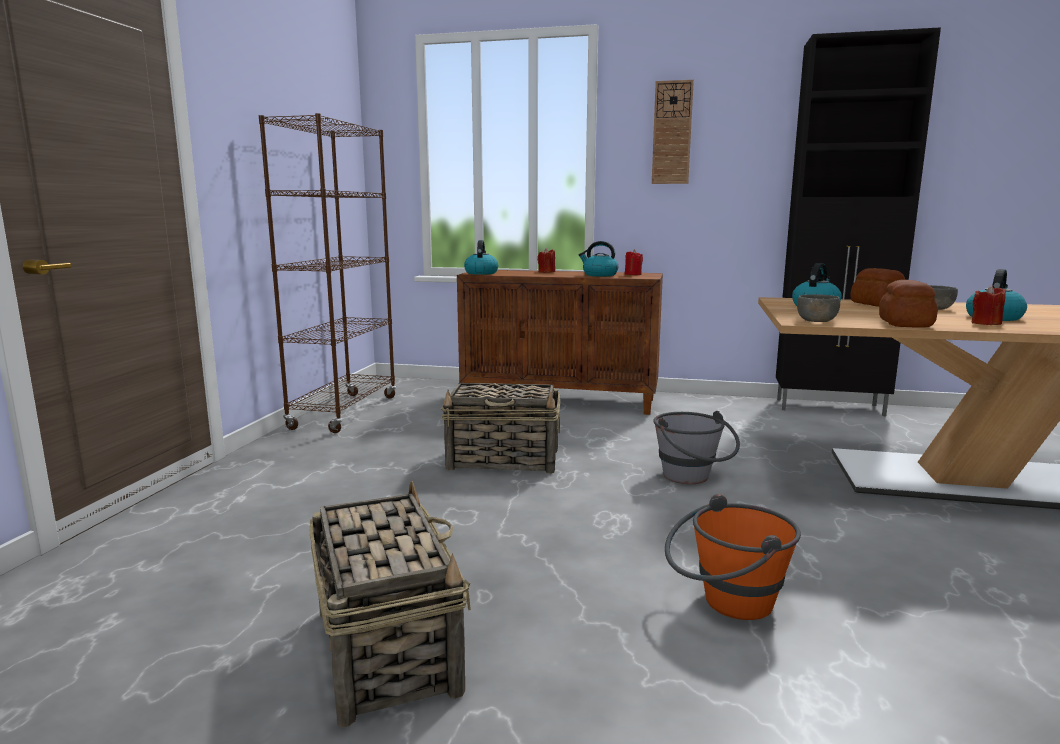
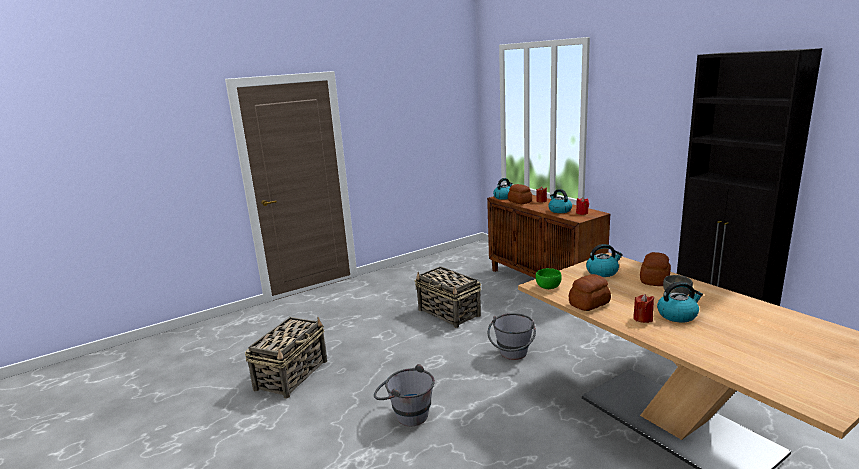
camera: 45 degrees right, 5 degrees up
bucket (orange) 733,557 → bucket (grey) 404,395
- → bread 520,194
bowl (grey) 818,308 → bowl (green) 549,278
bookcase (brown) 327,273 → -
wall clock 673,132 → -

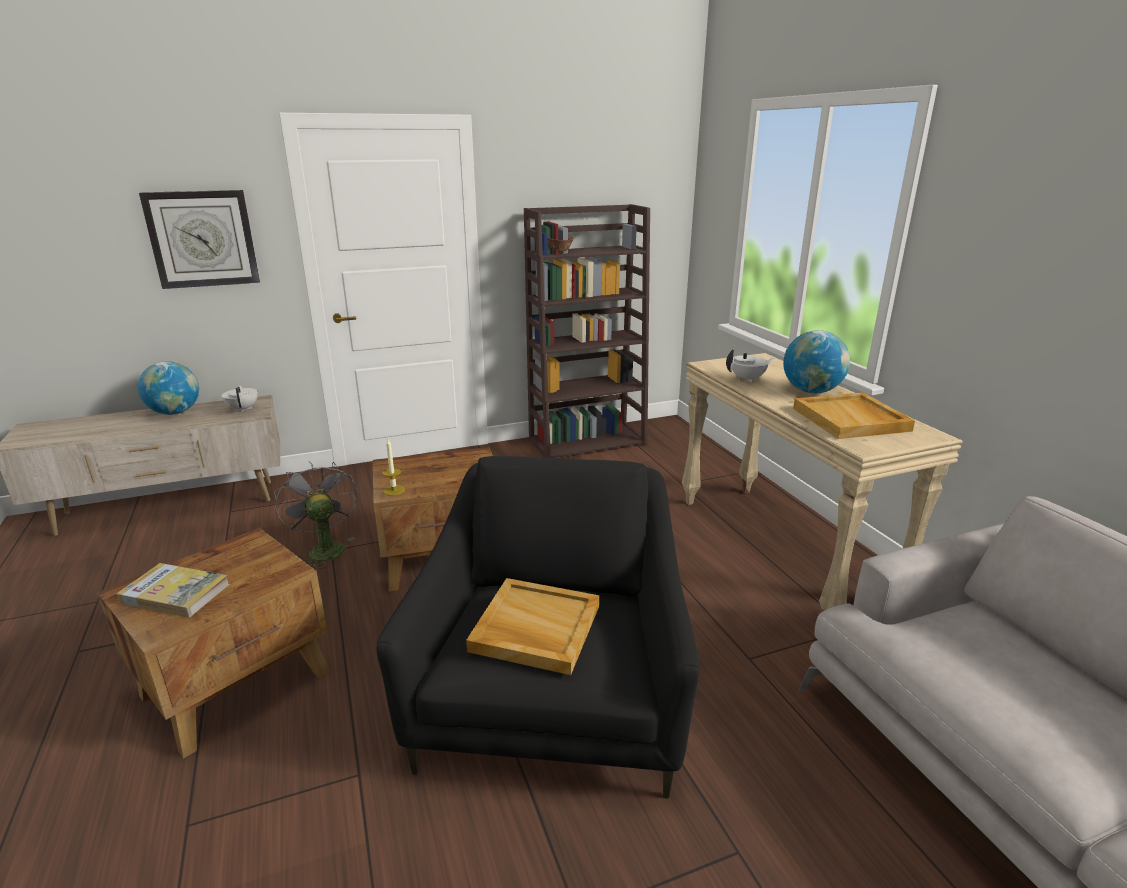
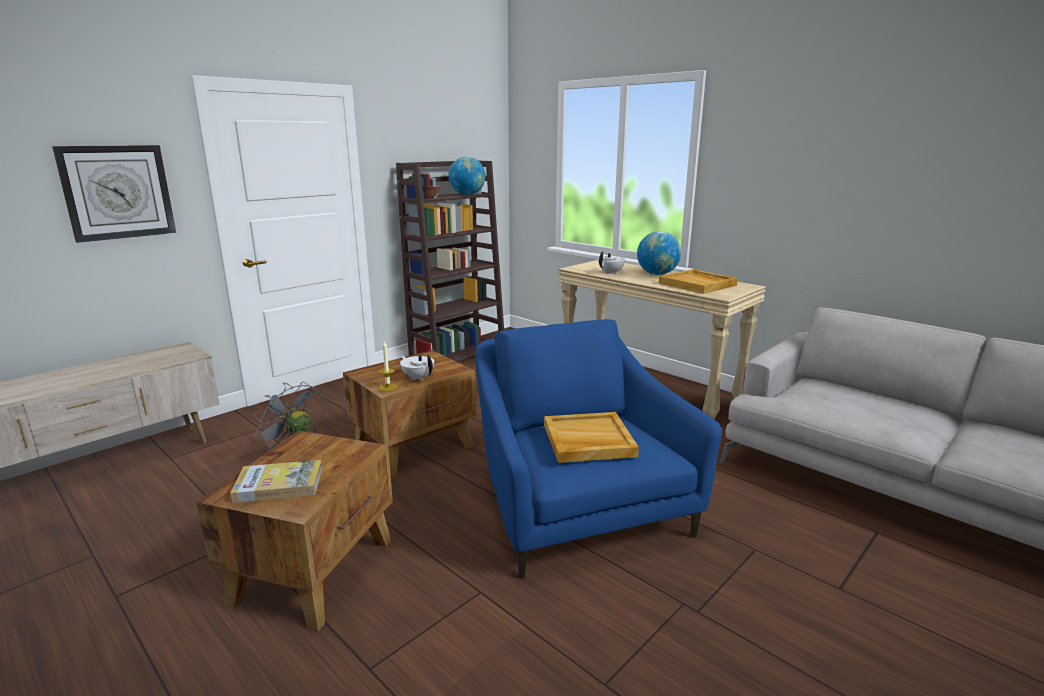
camera: 25 degrees left, 5 degrees down
teapot (white) 240,398 → teapot (white) 417,367, moved
globe 168,388 → globe 467,176, moved
armchair (black) 538,627 → armchair (blue) 598,449

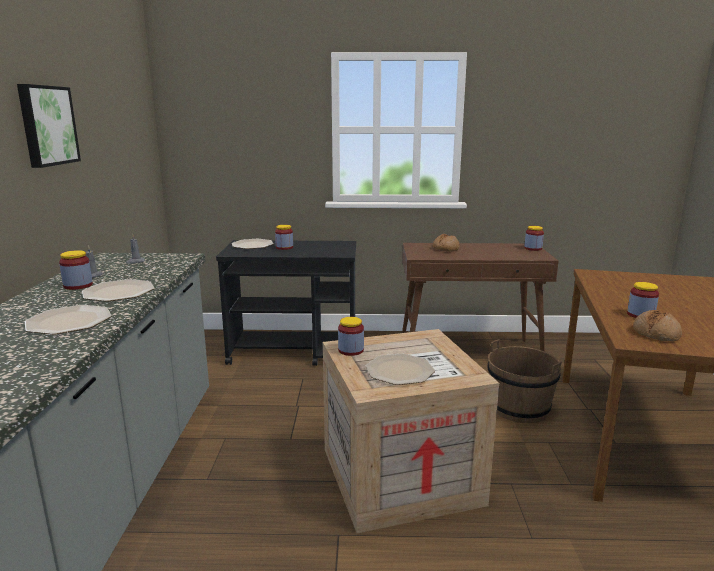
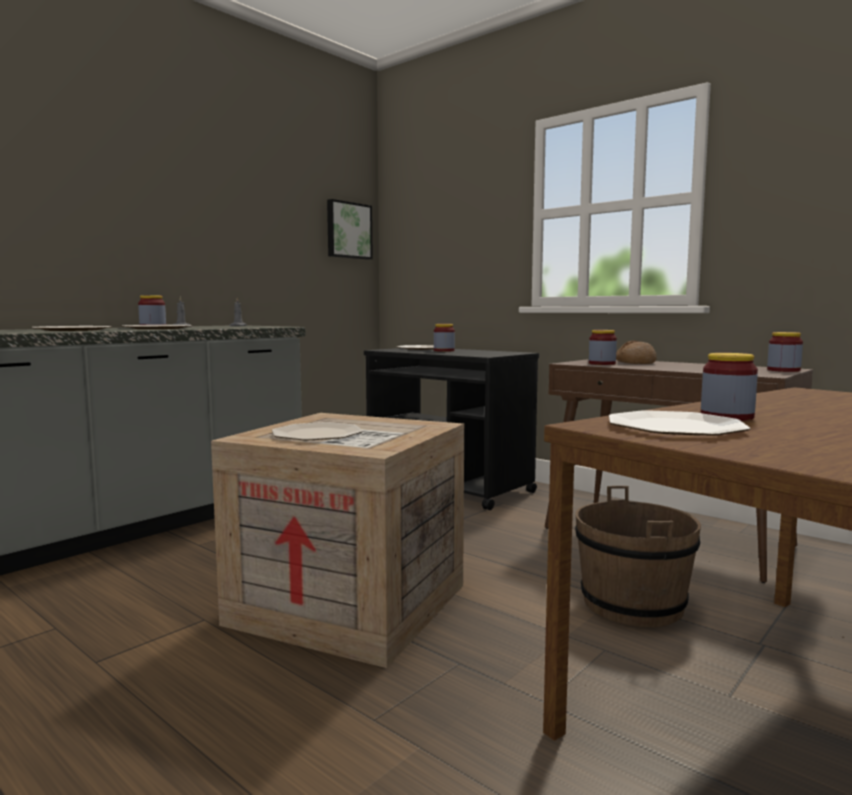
camera: 40 degrees right, 10 degrees down
picture 49,126 → picture 350,229, moved
jar 351,336 → jar 603,347, moved
bread 657,325 → plate 679,423

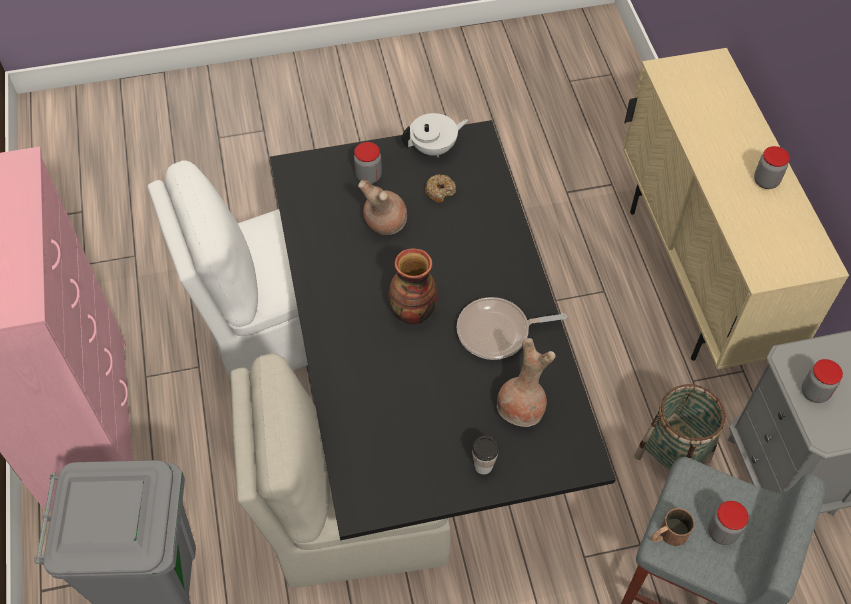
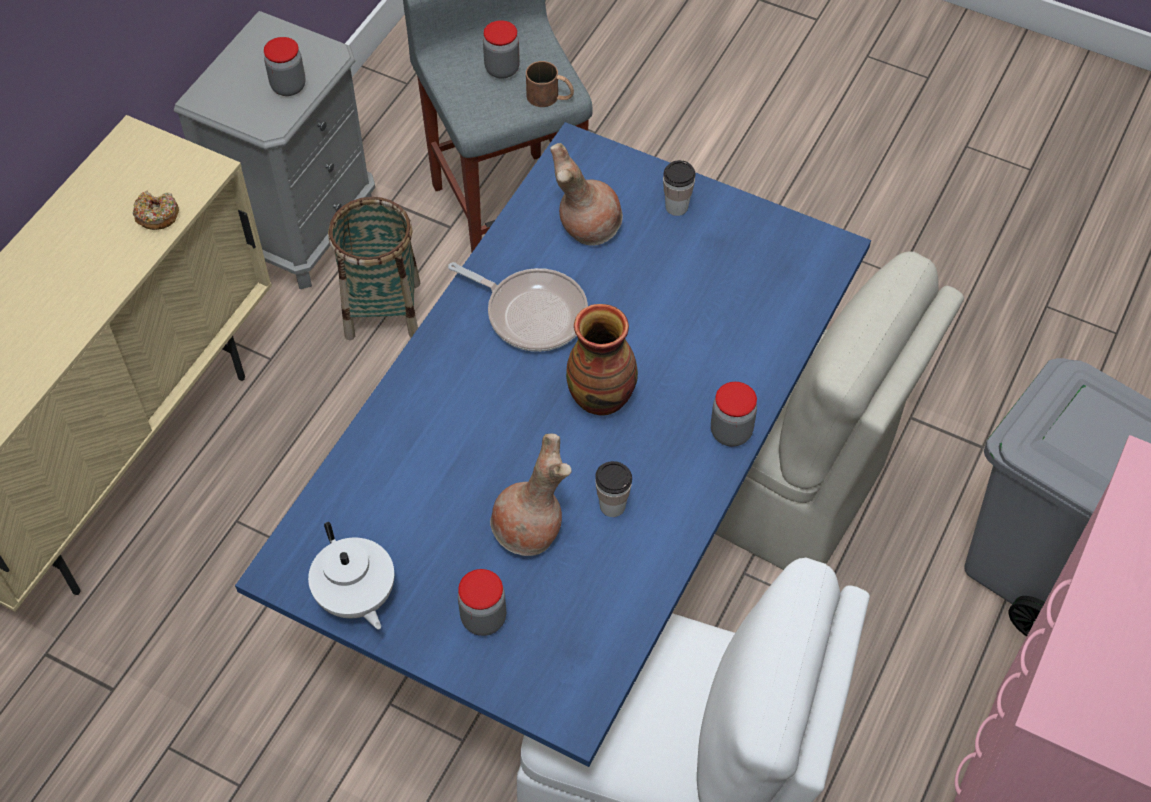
camera: 140 degrees left, 0 degrees up
donut 440,188 → donut 155,210, moved
dining table (black) 443,330 → dining table (blue) 553,444
teapot (white) 435,135 → teapot (white) 351,575, 135 degrees counterclockwise
- → cup 613,489
jar 772,167 → jar 734,414, moved

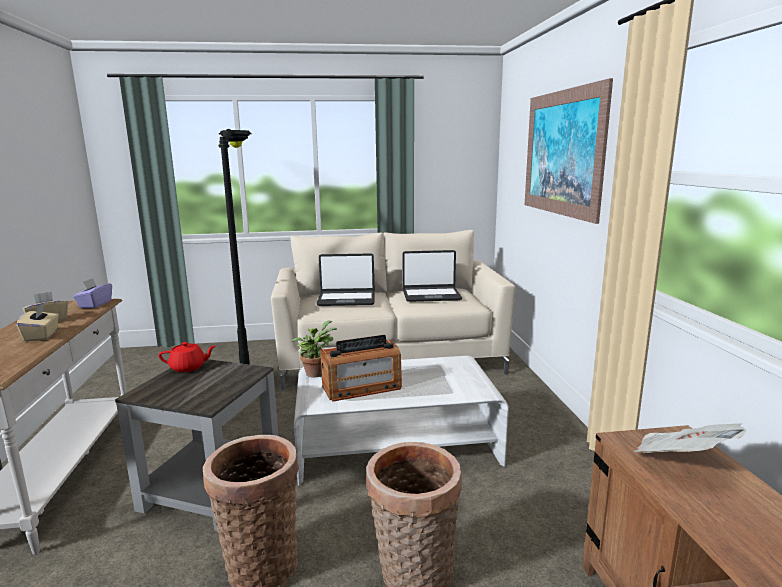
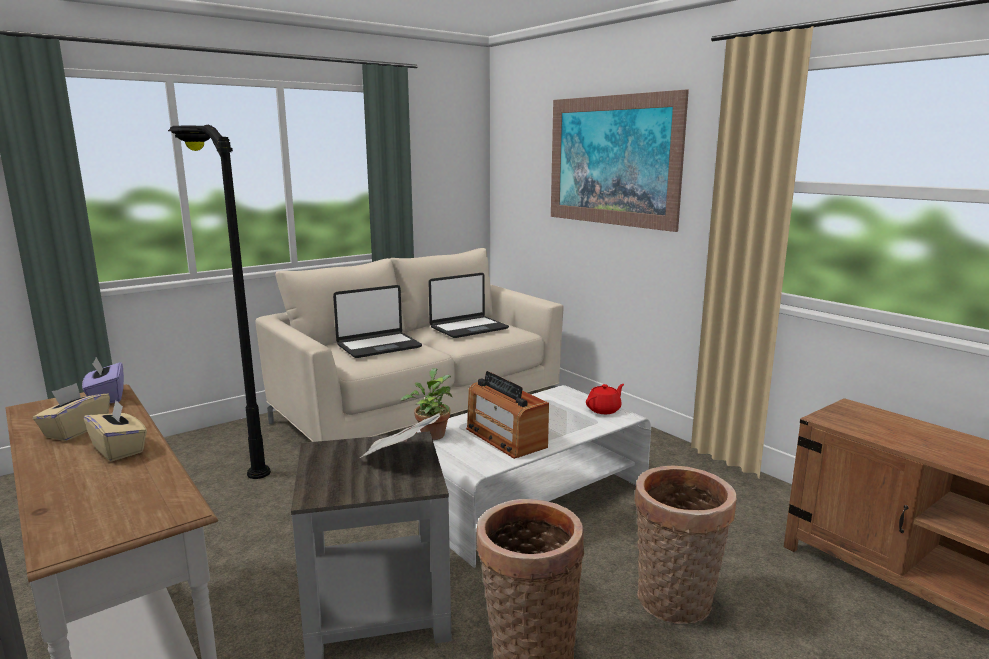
camera: 30 degrees left, 0 degrees up
newspaper 690,438 → newspaper 400,435, moved
radio 361,368 → radio 507,415, 105 degrees clockwise
teapot (red) 187,357 → teapot (red) 605,399, moved

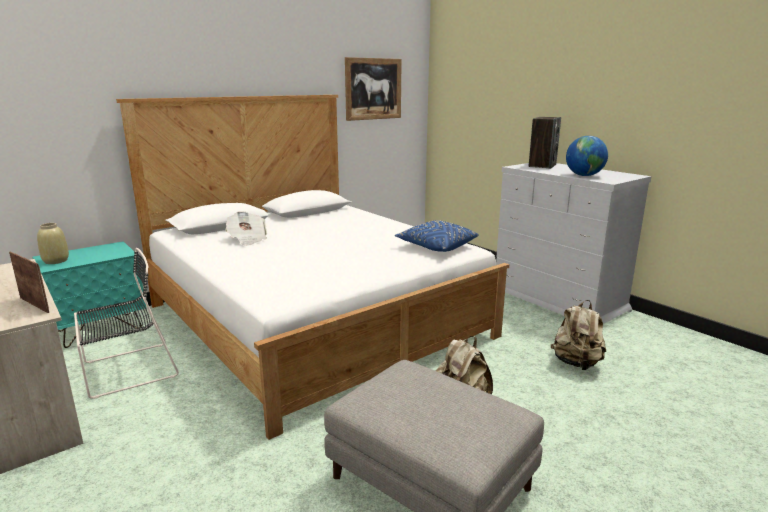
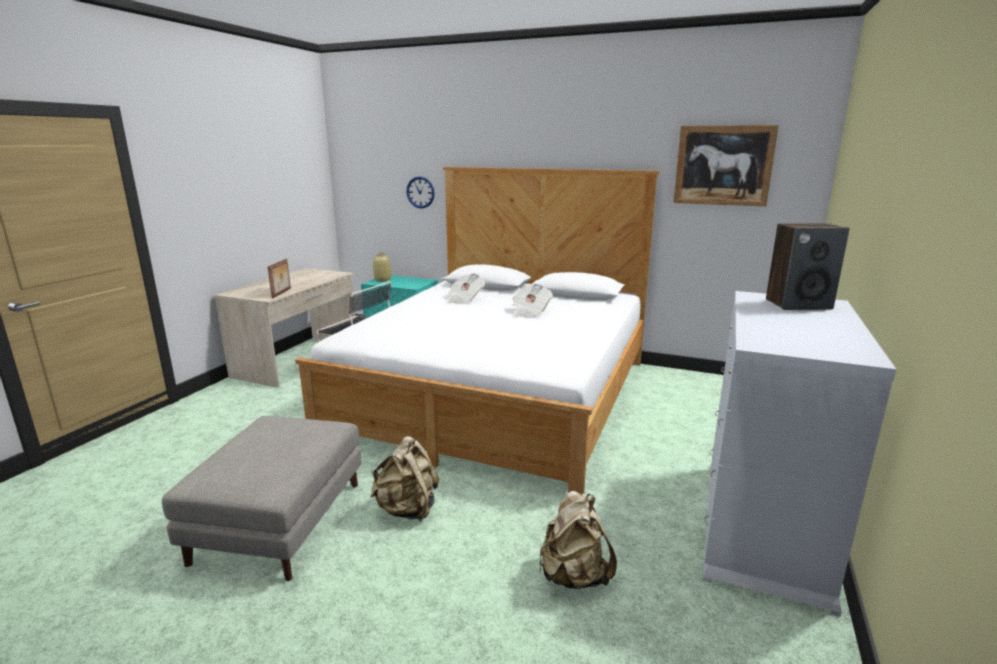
camera: 60 degrees right, 0 degrees up
- → wall clock 420,192
- → newspaper 532,300
pillow (blue) 437,236 → -
globe 587,156 → -

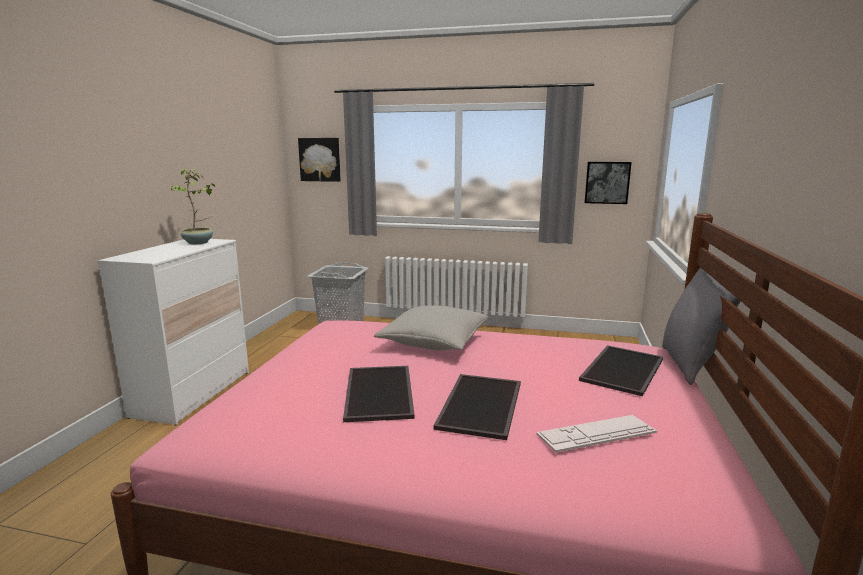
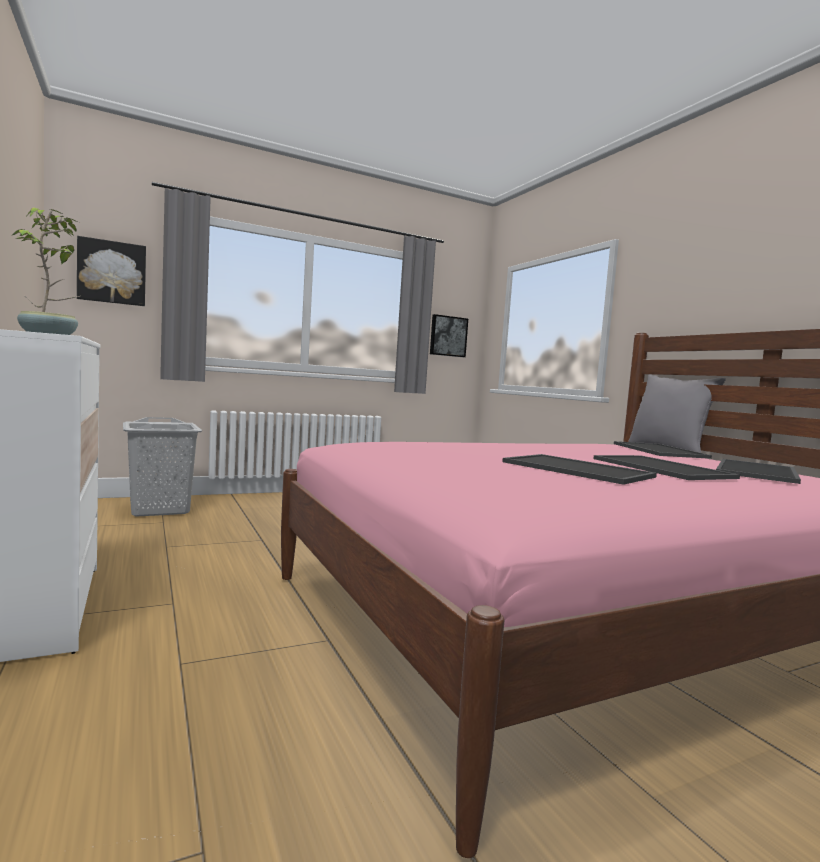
camera: 40 degrees left, 10 degrees down
keyboard 596,434 → tray 758,471
pillow (grey) 432,327 → -

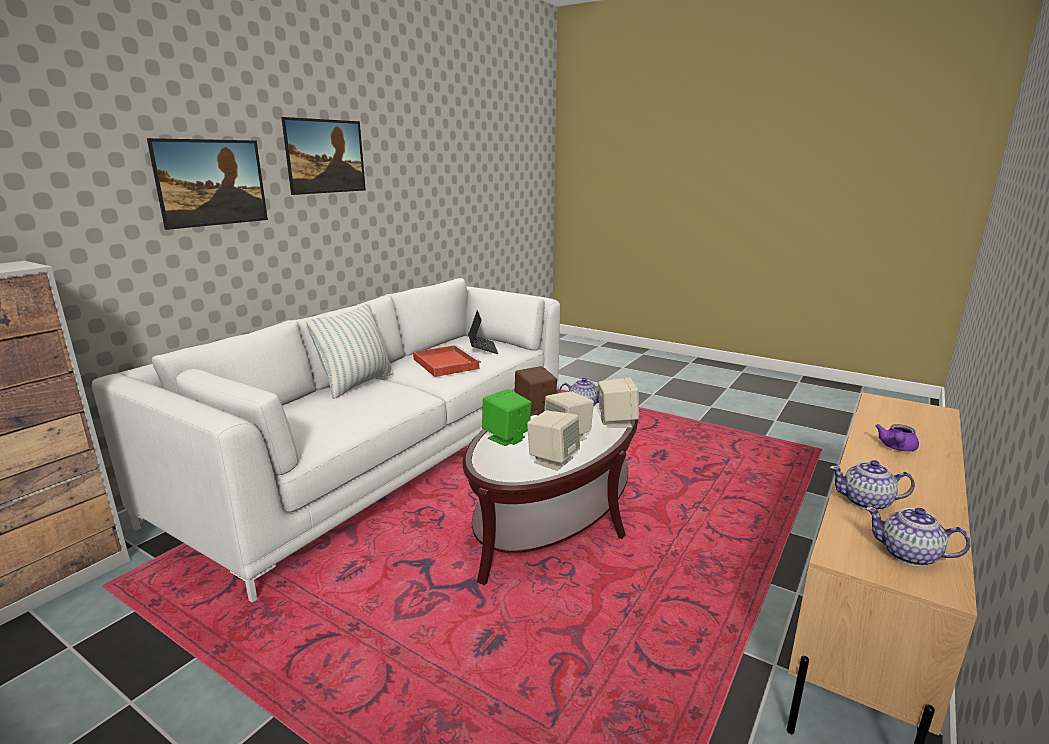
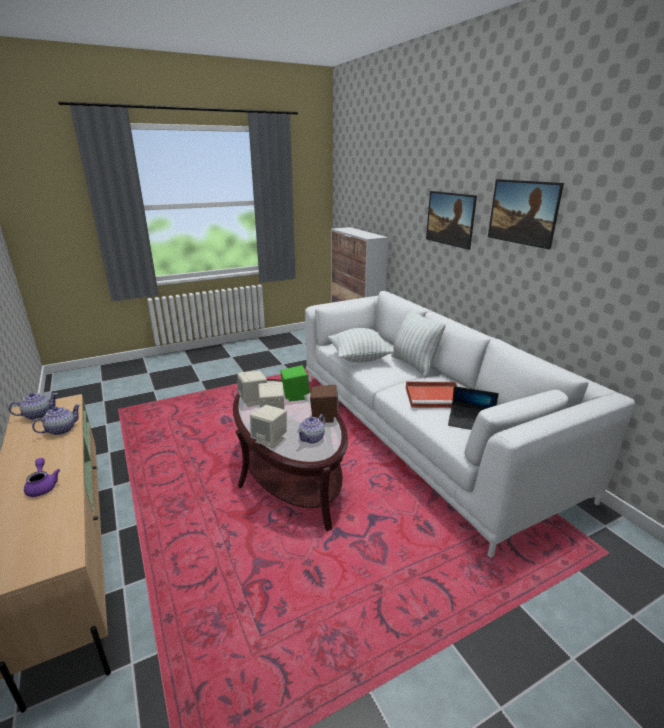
camera: 120 degrees right, 5 degrees up
- → pillow 361,345

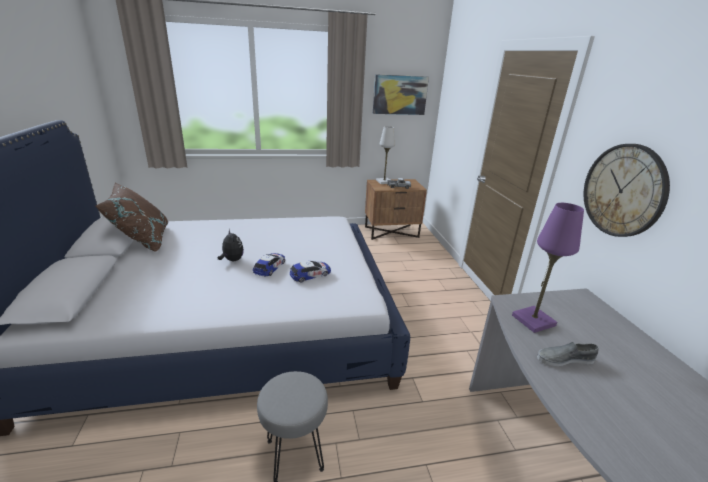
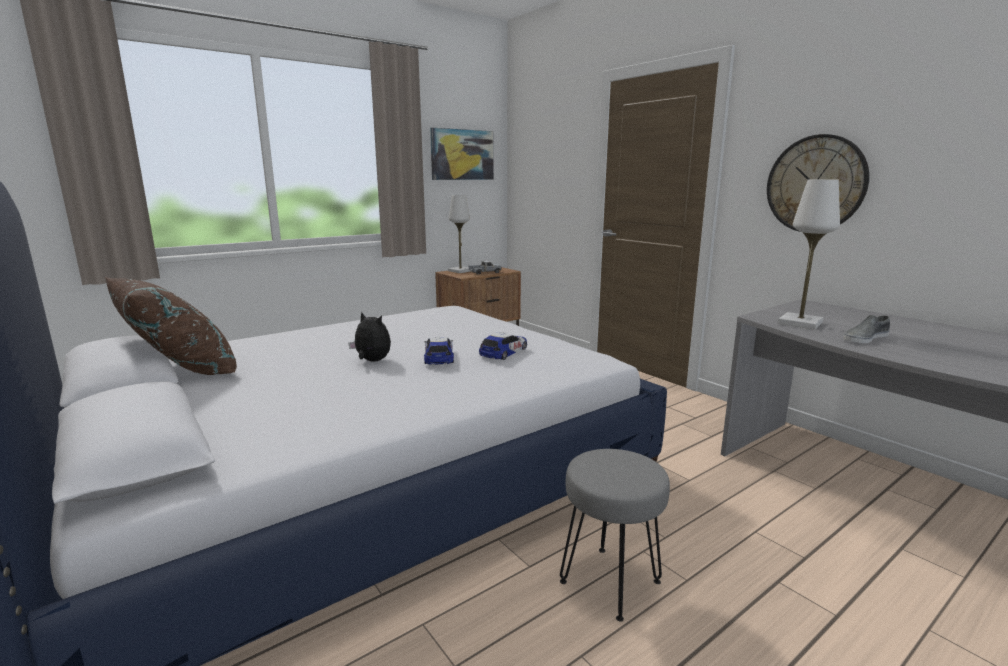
camera: 25 degrees left, 10 degrees down
table lamp (purple) 548,268 → table lamp (white) 809,255

